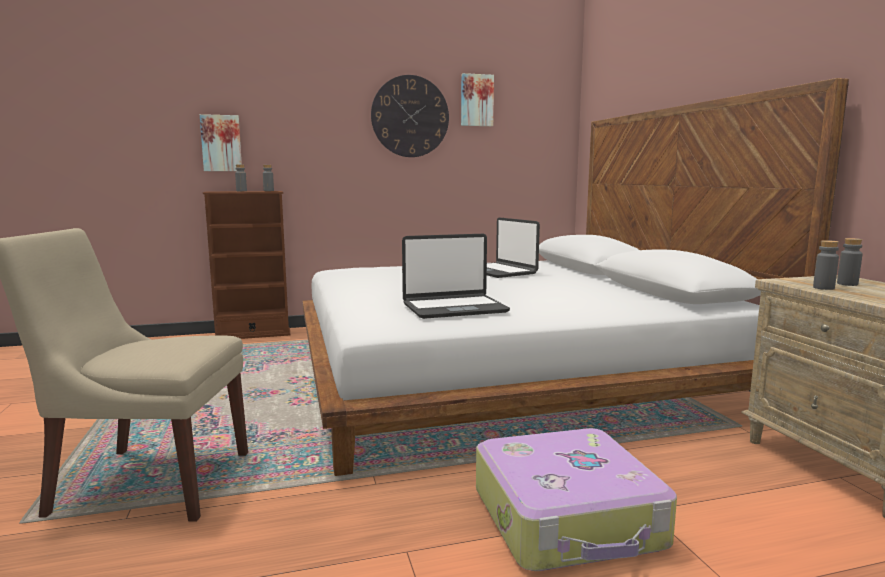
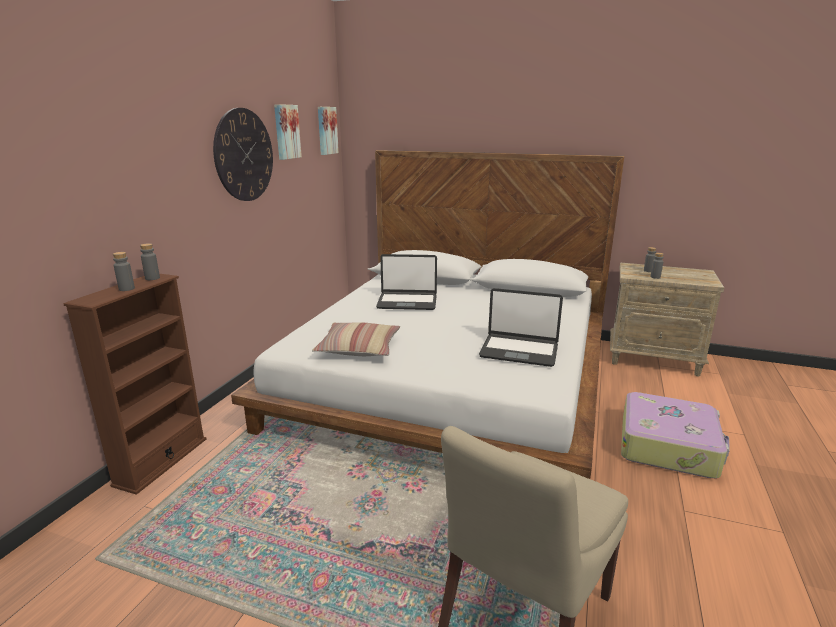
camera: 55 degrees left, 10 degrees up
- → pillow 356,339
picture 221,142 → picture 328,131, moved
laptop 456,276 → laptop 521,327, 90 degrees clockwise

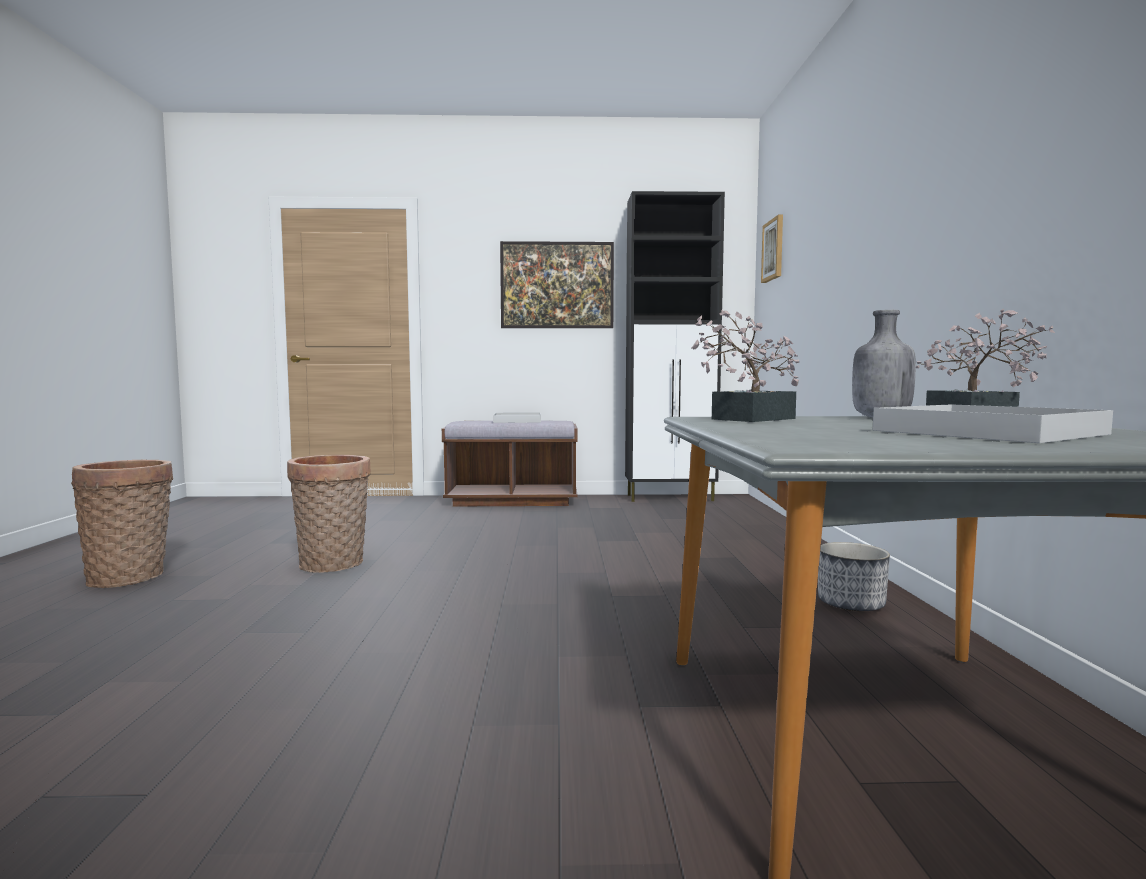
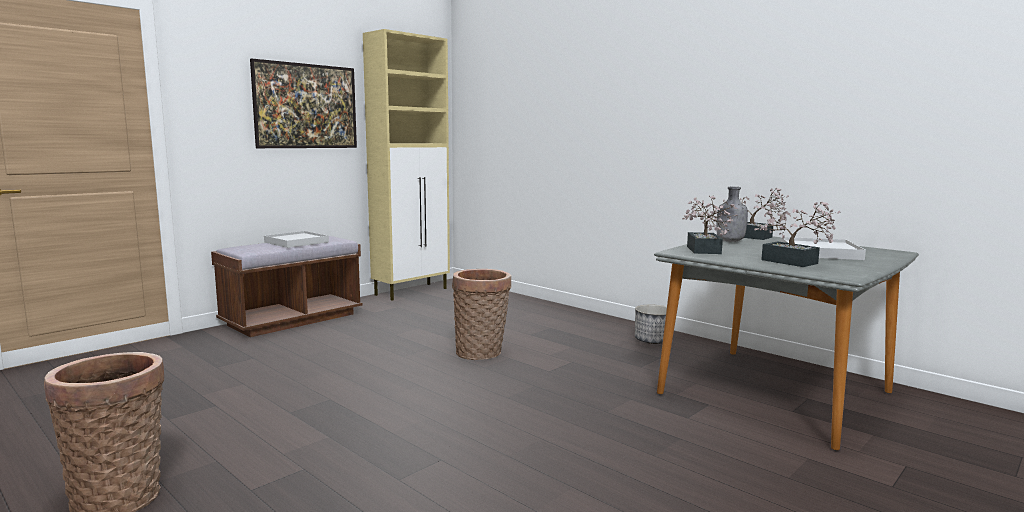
camera: 45 degrees left, 5 degrees up
cabinet (black) 675,346 → cabinet (beige) 406,165
basket 329,514 → basket 481,314, moved
- → potted plant 797,234
picture 772,248 → -

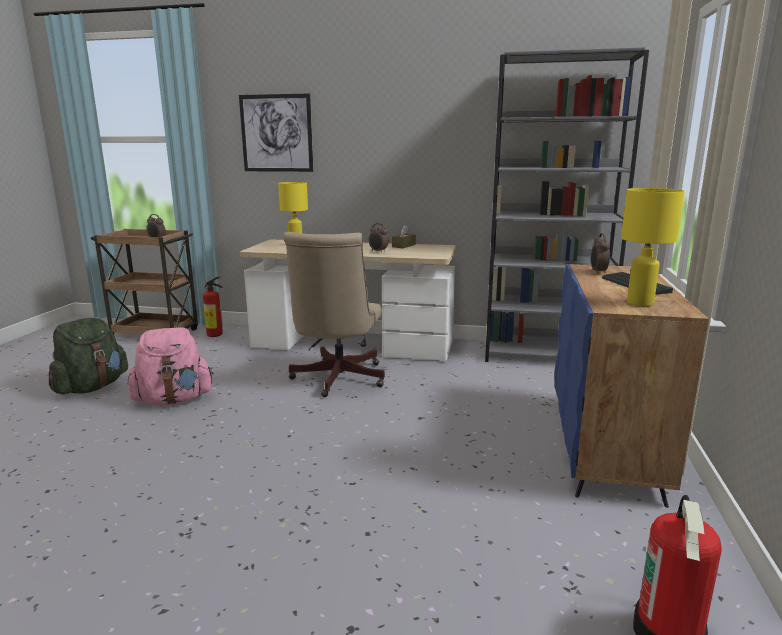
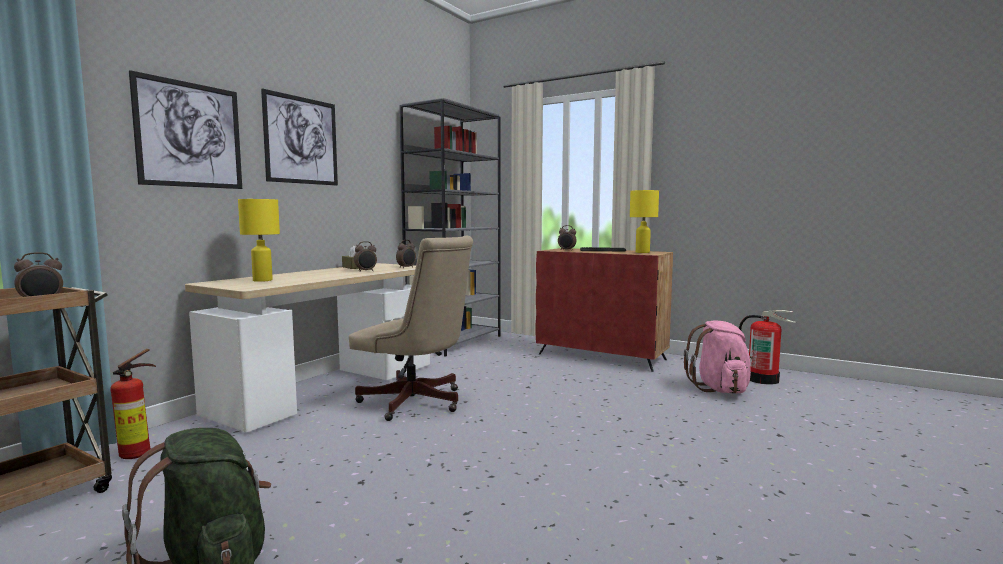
camera: 70 degrees left, 10 degrees down
- → picture 299,137
- → alarm clock 406,254
cabinet (blue) 631,386 → cabinet (red) 604,310
backpack (pink) 171,366 → backpack (pink) 718,357, moved

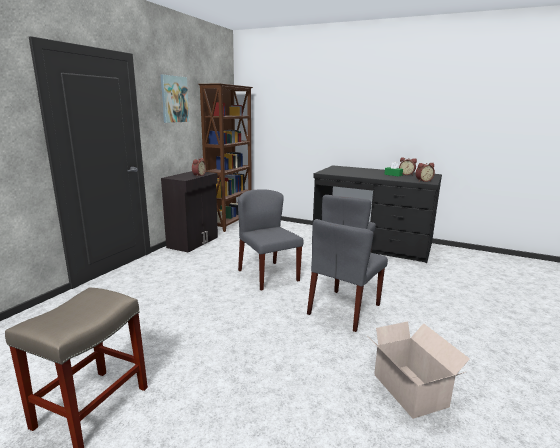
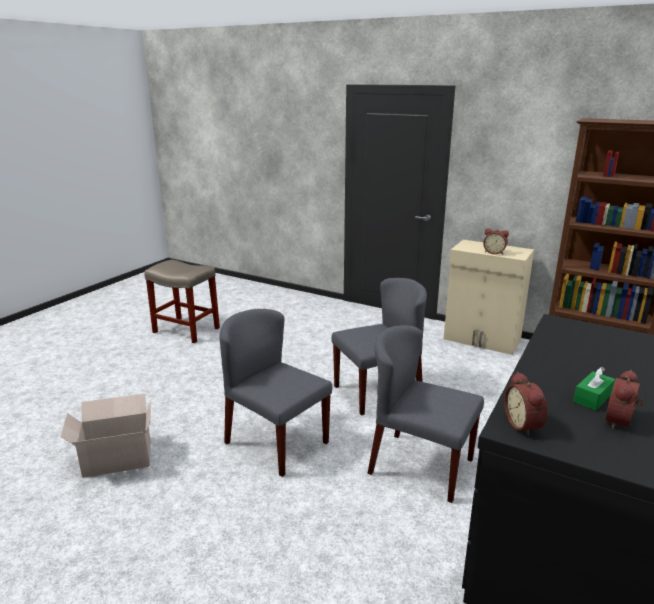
camera: 95 degrees right, 5 degrees up
cabinet (black) 189,212 → cabinet (beige) 489,297
picture 175,99 → -

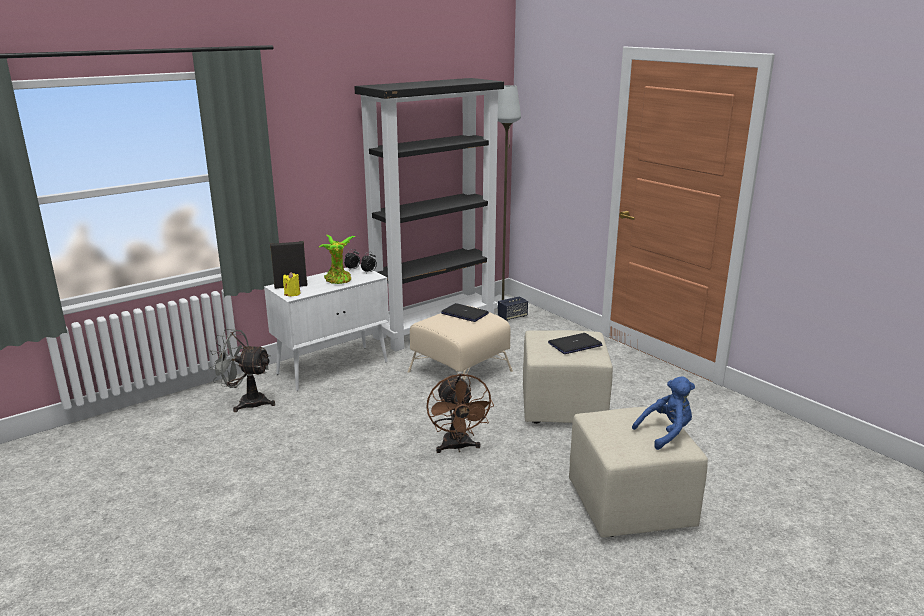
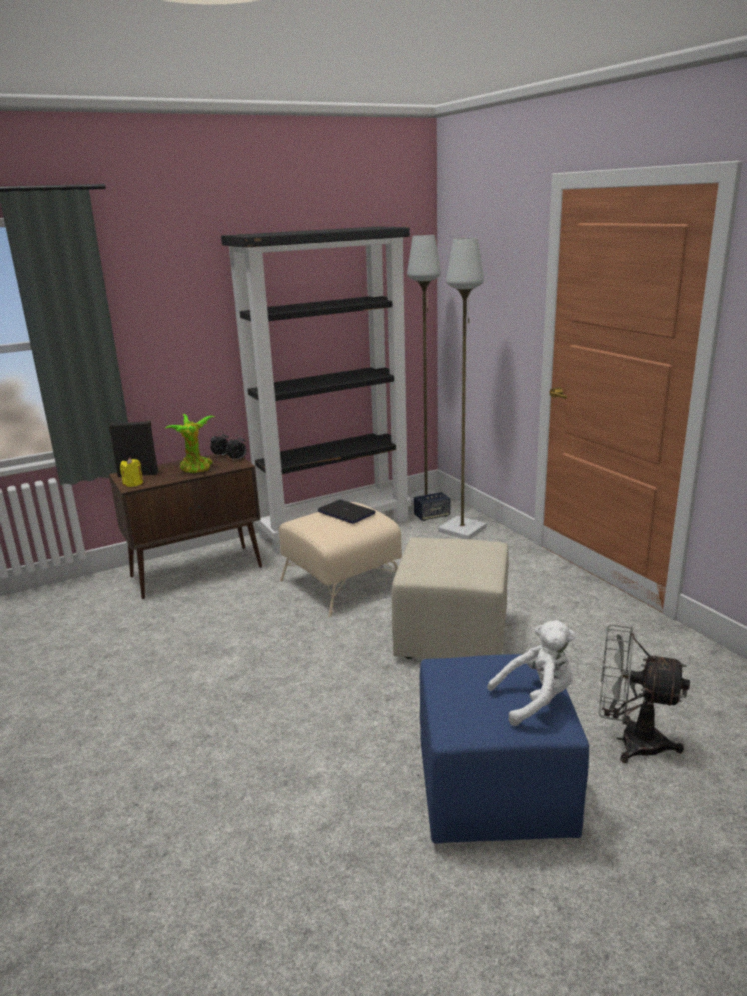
camera: 10 degrees right, 0 degrees up
cabinet (white) 326,327 → cabinet (brown) 185,526
ottoman (beige) 638,472 → ottoman (blue) 504,748
- → floor lamp (grey) 462,388
plush toy (blue) 663,413 → plush toy (white) 531,673
fan (grey) 242,370 → fan (grey) 644,694, moved
fan (brown) 460,413 → -
laptop 575,343 → -

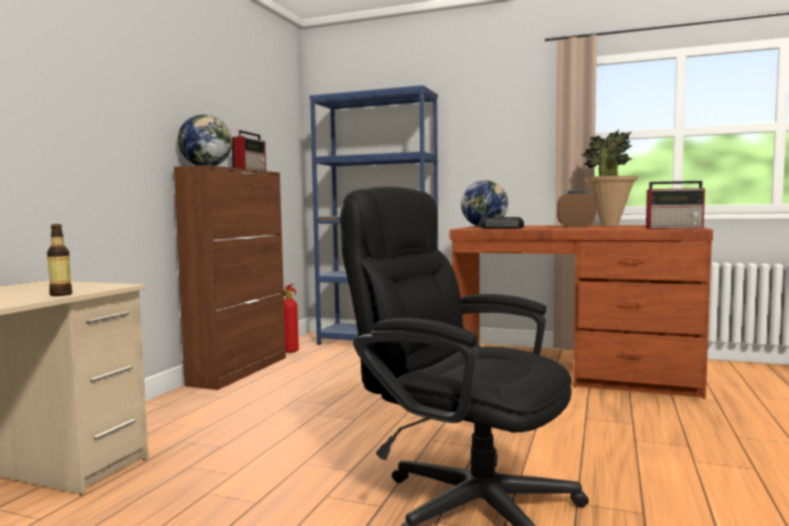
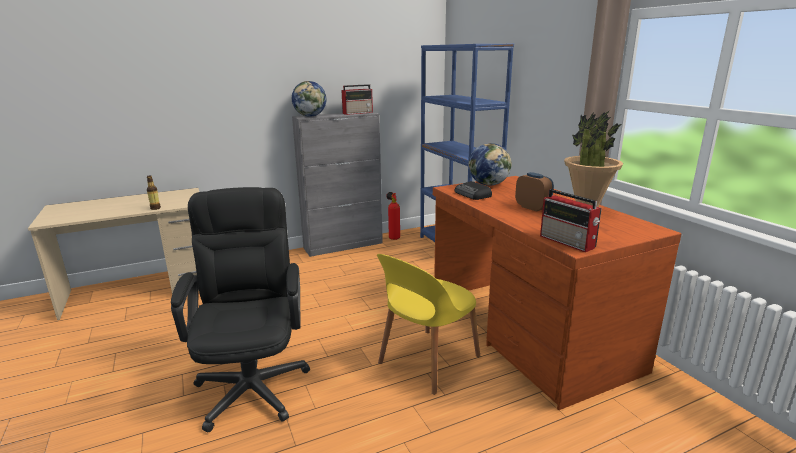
camera: 45 degrees right, 15 degrees up
cabinet (brown) 230,277 → cabinet (grey) 337,184
- → chair (yellow) 428,324

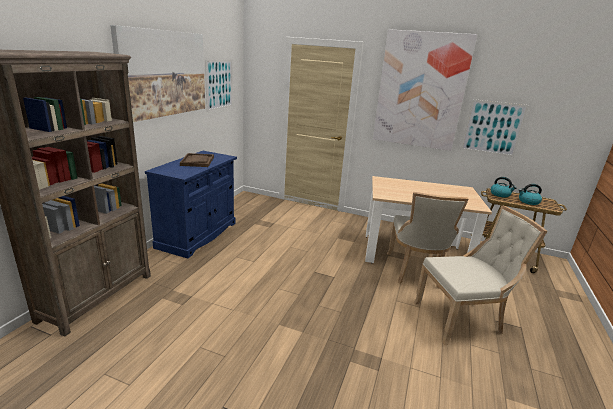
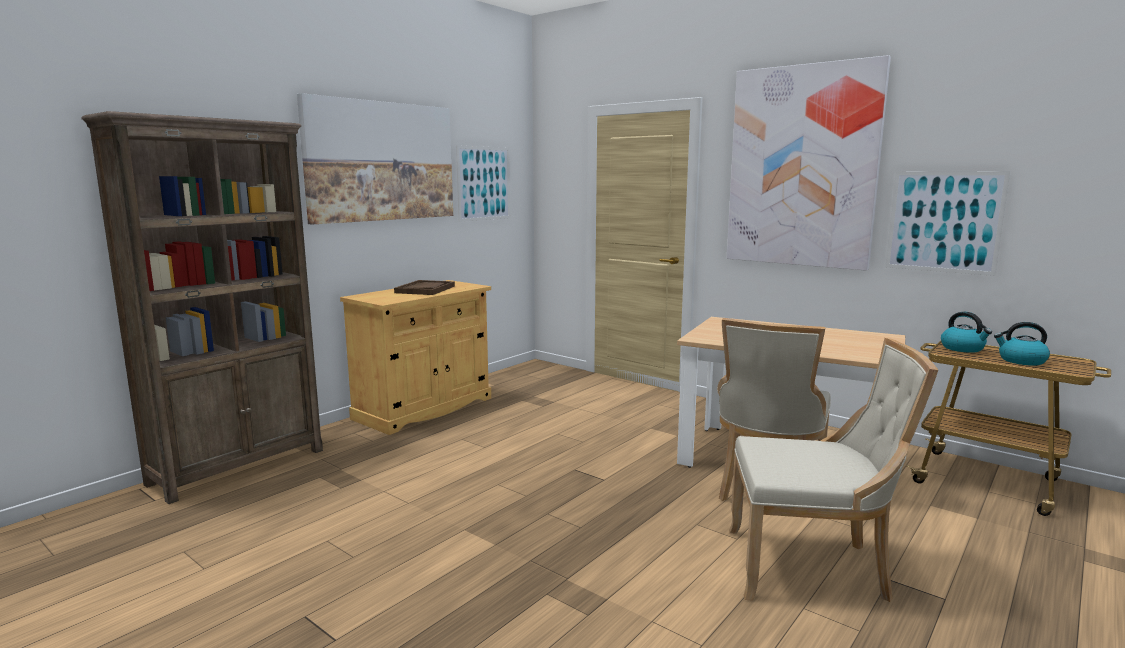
camera: 20 degrees right, 10 degrees down
cabinet (blue) 191,204 → cabinet (beige) 415,357

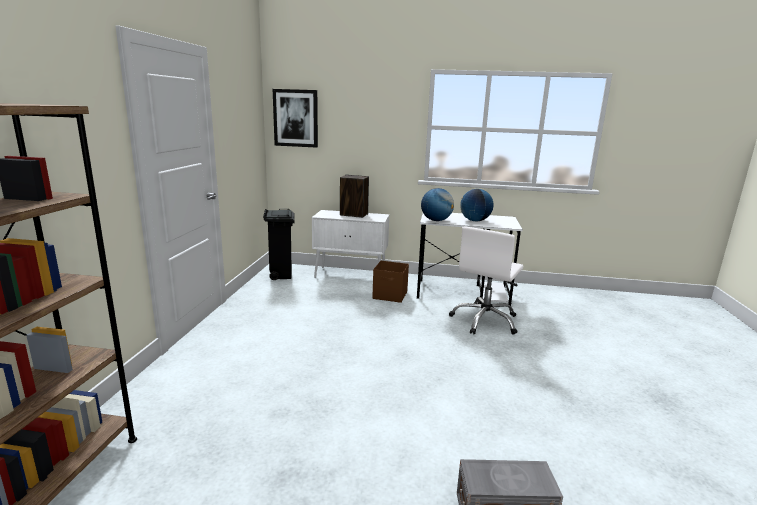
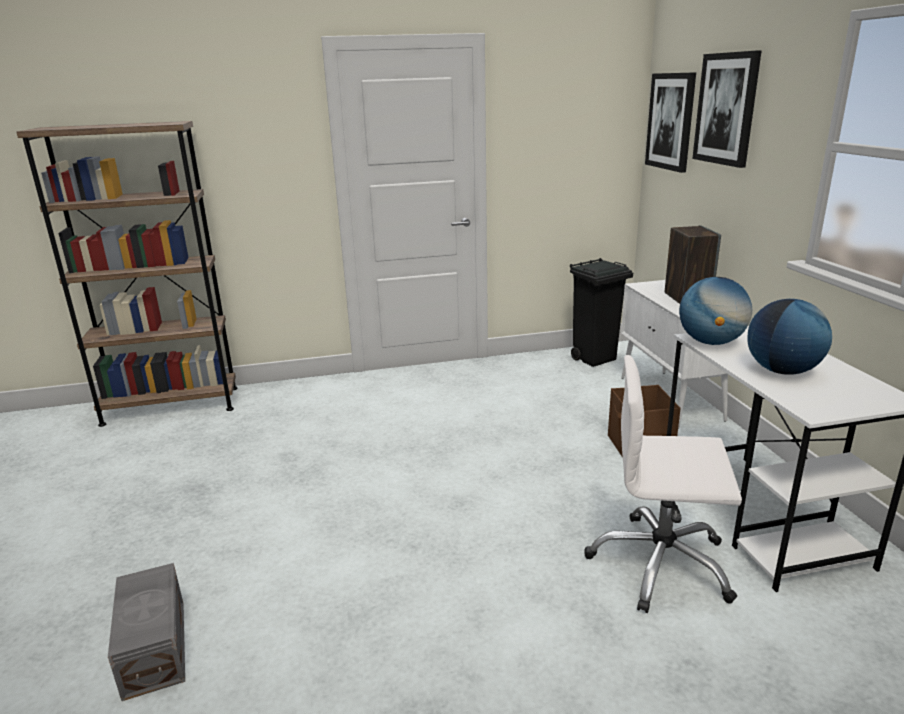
camera: 70 degrees right, 5 degrees up
- → picture 727,109

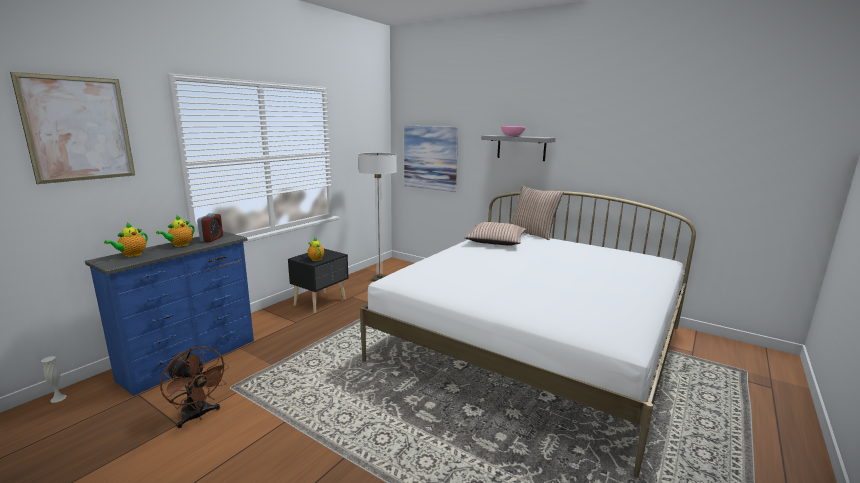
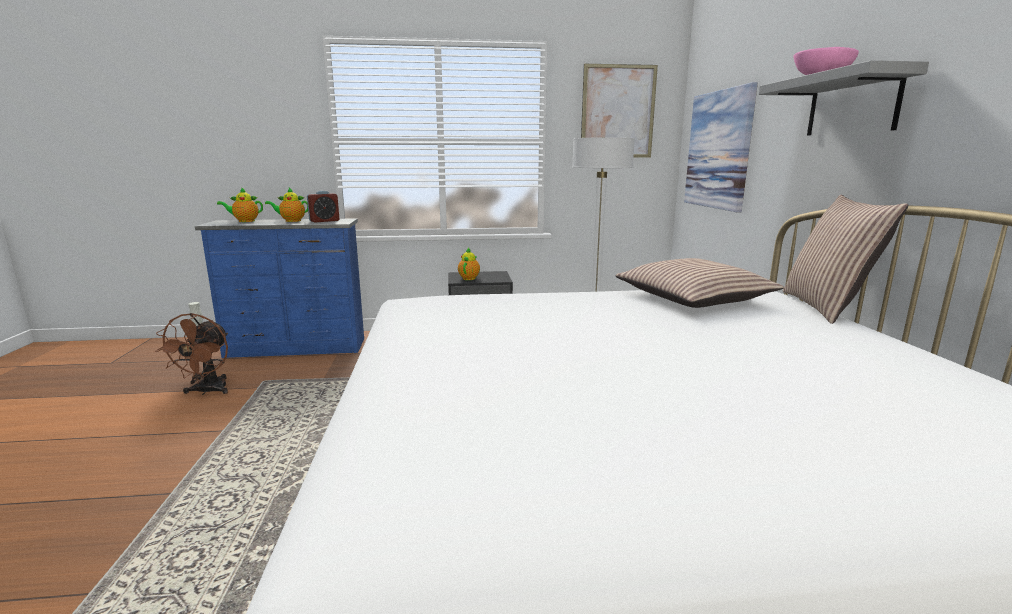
camera: 50 degrees right, 0 degrees up
picture 72,128 → picture 619,111, moved

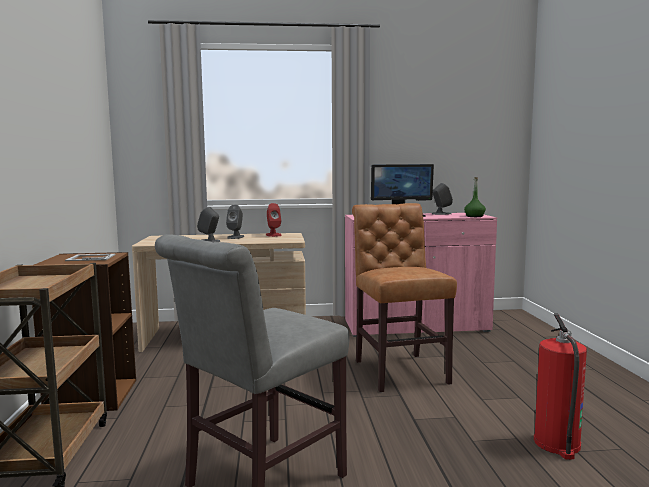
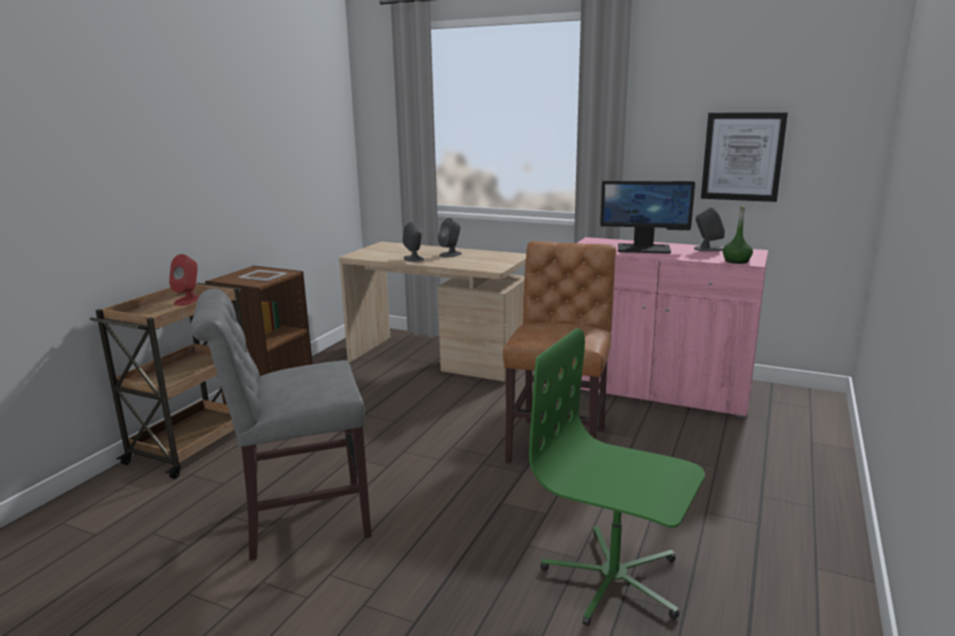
camera: 30 degrees right, 10 degrees up
speaker (red) 274,220 → speaker (red) 184,280, moved
fire extinguisher 560,387 → office chair (green) 617,477
- → picture 744,157

